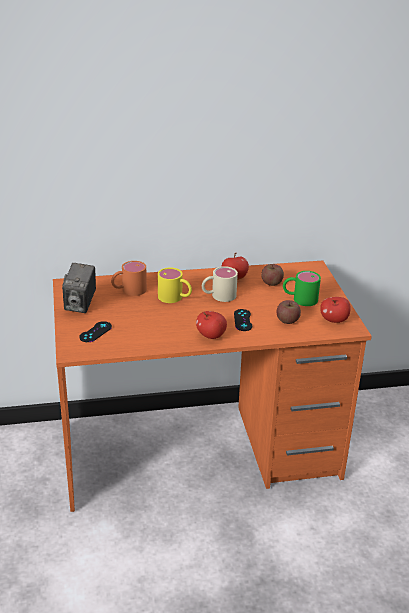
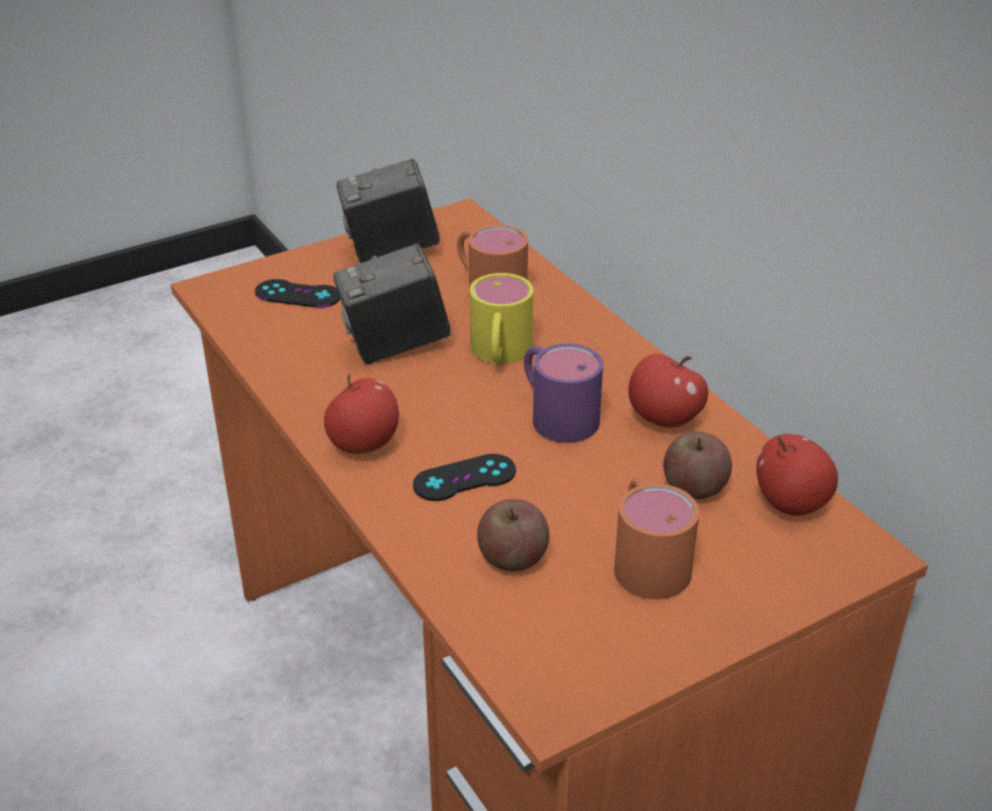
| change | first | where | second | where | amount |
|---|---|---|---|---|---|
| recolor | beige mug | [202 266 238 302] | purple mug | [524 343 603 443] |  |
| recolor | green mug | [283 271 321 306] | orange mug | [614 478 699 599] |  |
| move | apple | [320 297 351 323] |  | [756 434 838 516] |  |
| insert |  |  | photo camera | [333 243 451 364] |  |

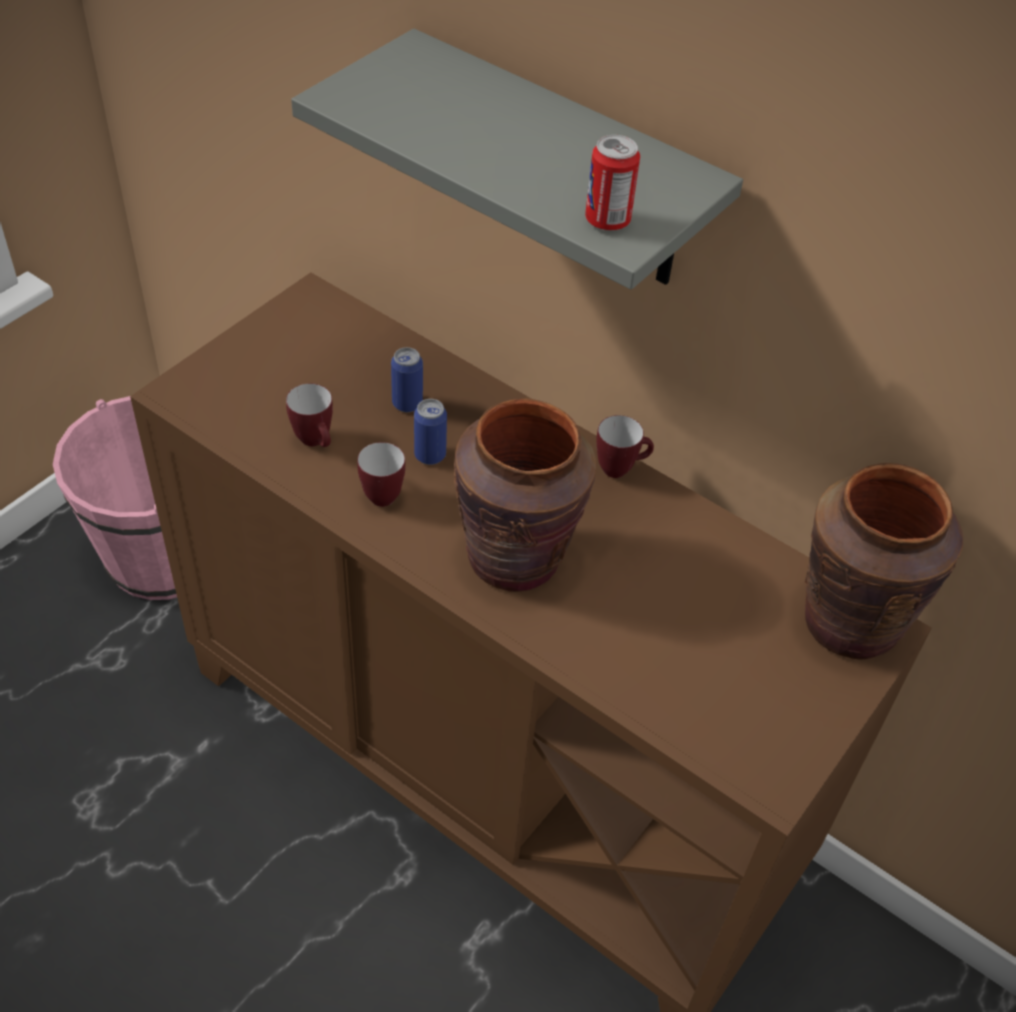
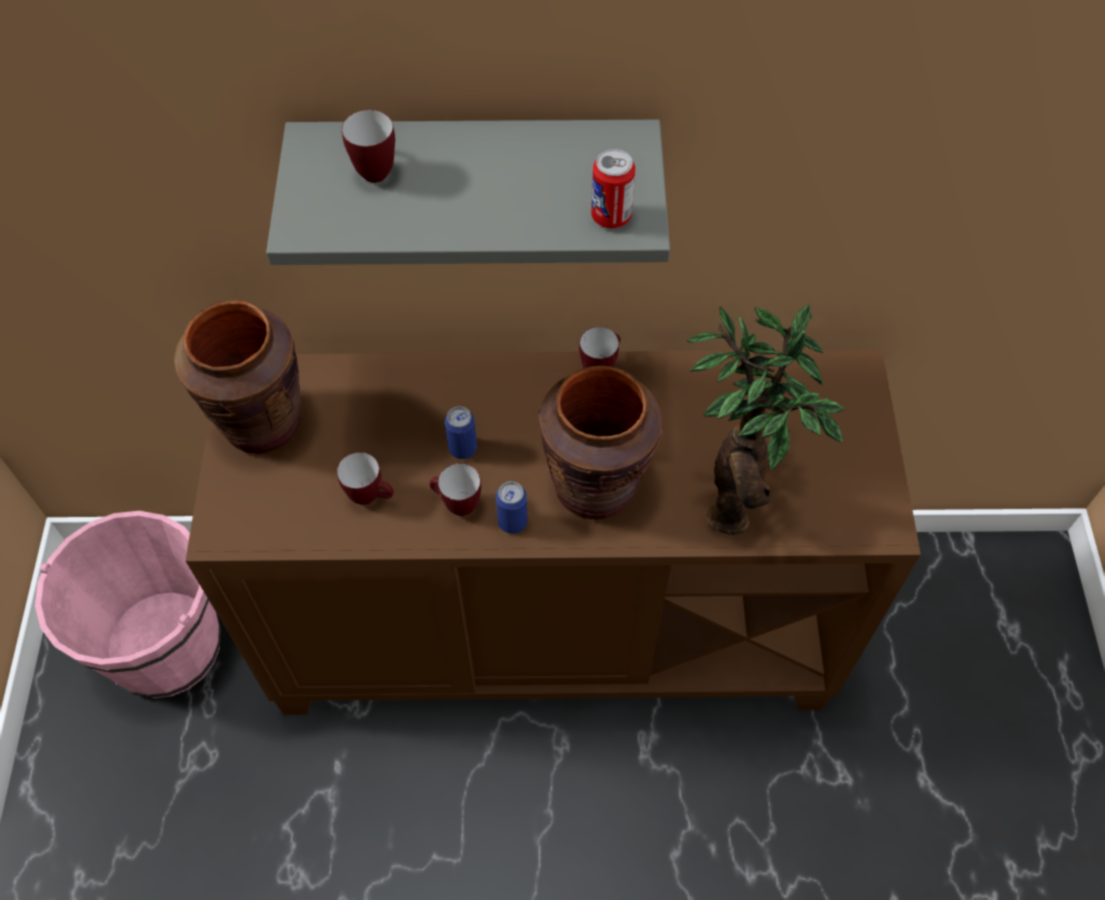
| change | first | where | second | where | amount |
|---|---|---|---|---|---|
| move | can | [391 347 423 412] |  | [496 481 528 534] |  |
| move | brown vase | [805 463 963 660] |  | [174 300 301 454] |  |
| insert |  |  | mug | [342 110 395 183] |  |
| insert |  |  | potted plant | [687 304 846 535] |  |

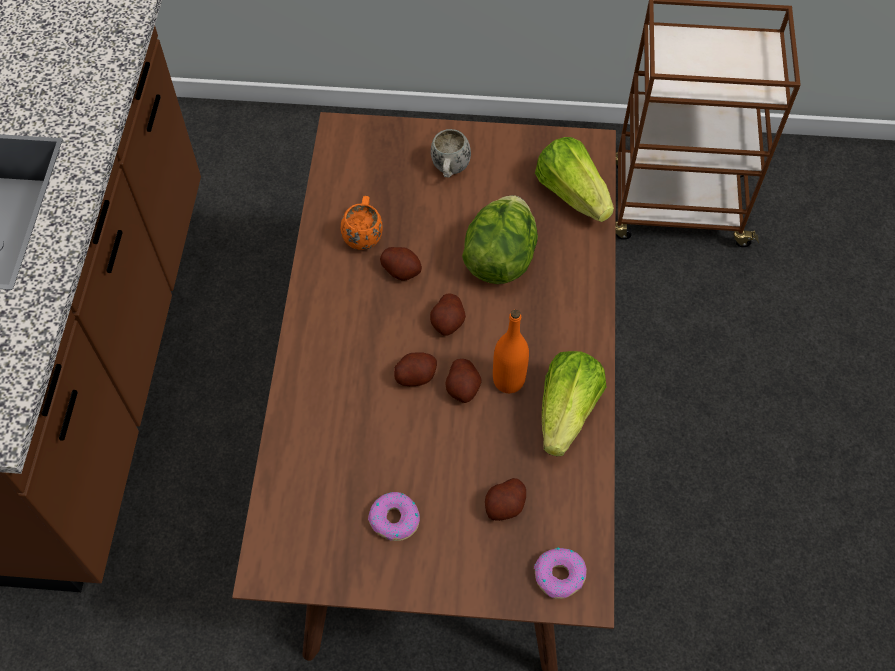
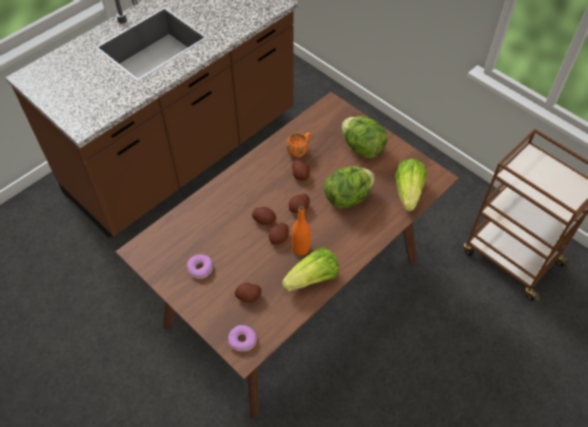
| change | first | where | second | where | amount |
|---|---|---|---|---|---|
| replace | white mug | [431 129 471 178] | lettuce | [342 116 388 159] |  |

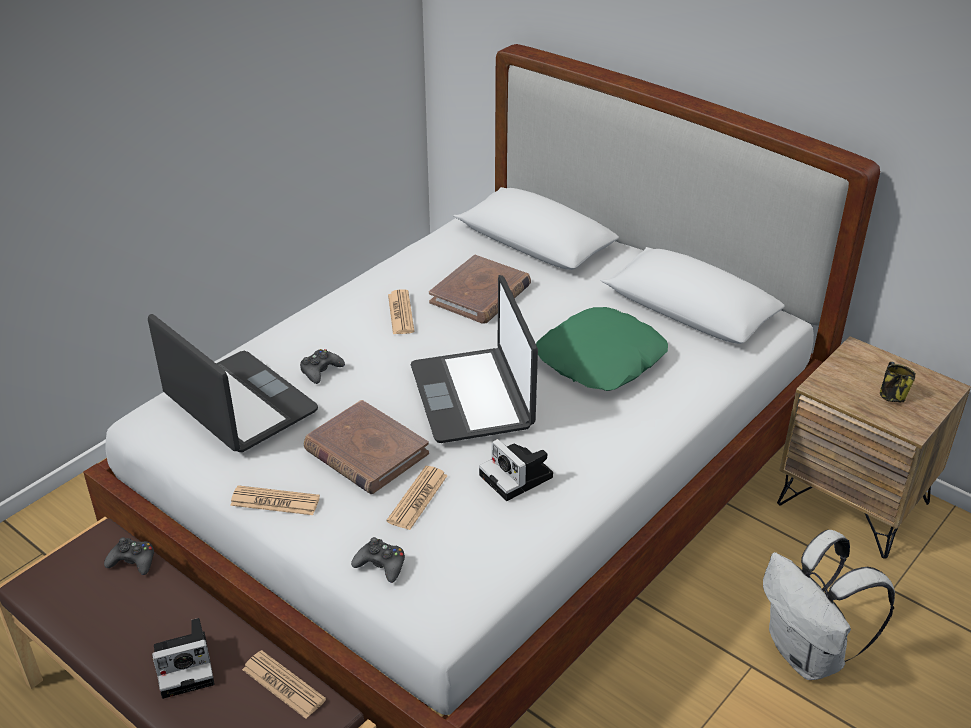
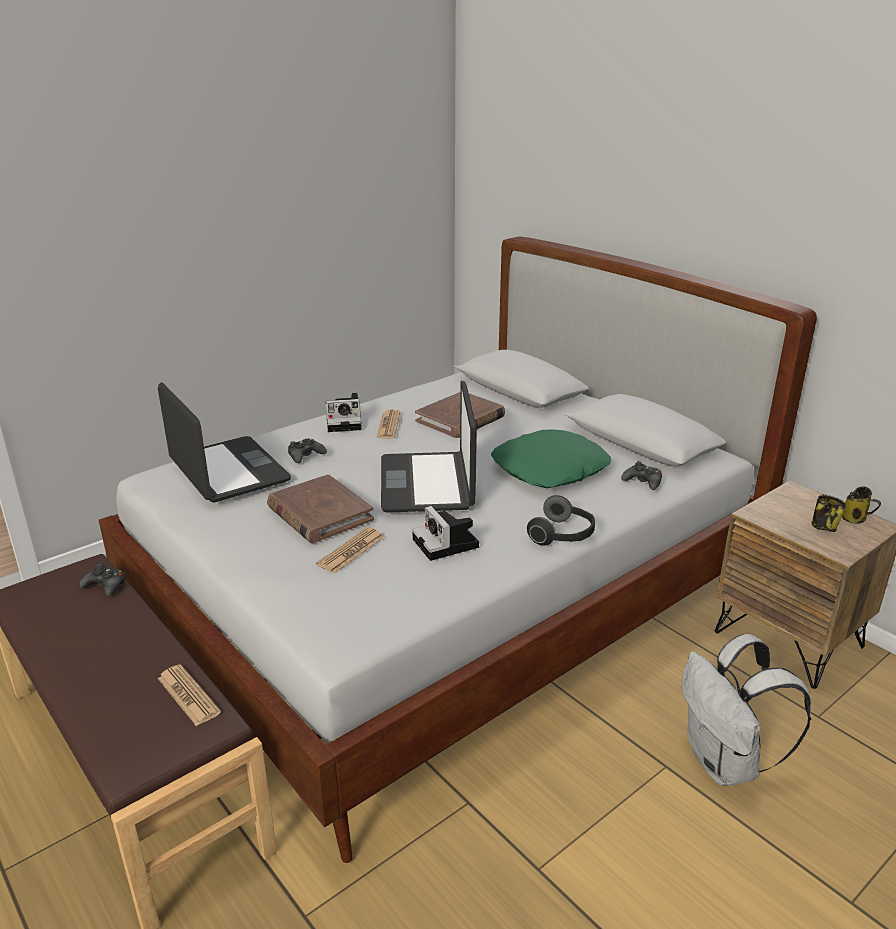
| change | first | where | second | where | amount |
|---|---|---|---|---|---|
| delete | newspaper | [230 485 320 515] |  |  |  |
| move | black game controller | [351 537 405 583] |  | [621 461 662 490] |  |
| move | photo camera | [152 618 215 699] |  | [326 393 362 432] |  |
| insert |  |  | mug | [842 487 881 524] |  |
| insert |  |  | headphones | [527 495 595 546] |  |

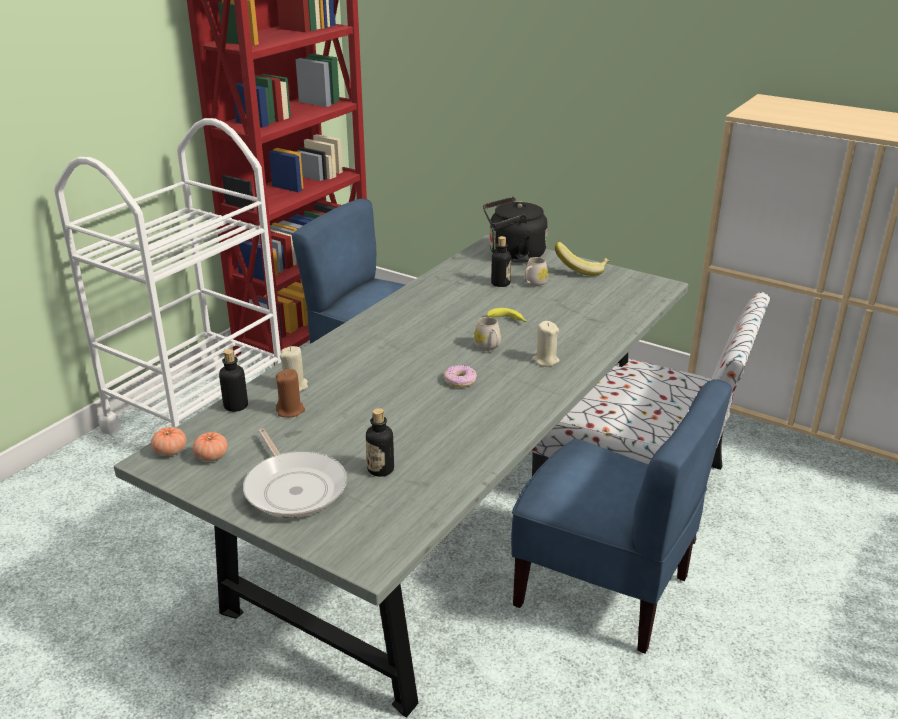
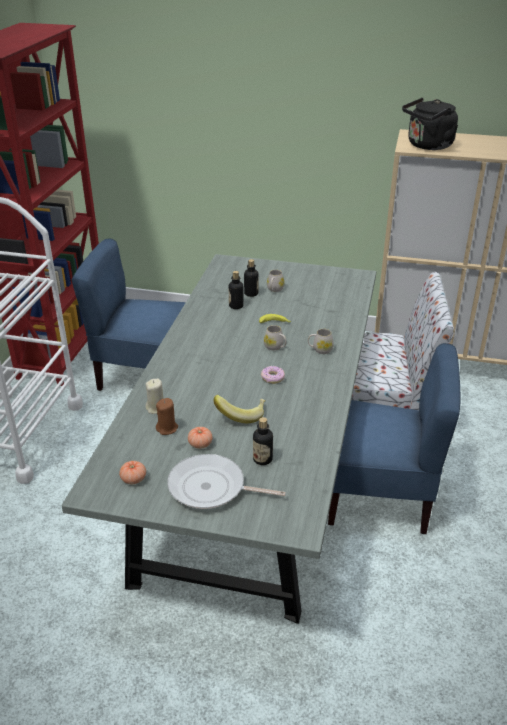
| change | first | where | second | where | amount |
|---|---|---|---|---|---|
| move | black kettle | [483 197 548 263] |  | [402 98 458 150] |  |
| move | banana | [555 242 609 276] |  | [214 395 266 423] |  |
| replace | beige candle | [532 321 560 367] | white mug | [308 329 334 354] |  |
| move | bottle | [219 349 248 412] |  | [229 271 244 309] |  |
| move | tomato | [151 427 187 456] |  | [188 427 213 449] |  |
| rotate | frying pan | [243 428 347 518] |  | [167 454 286 509] | 150 degrees clockwise |

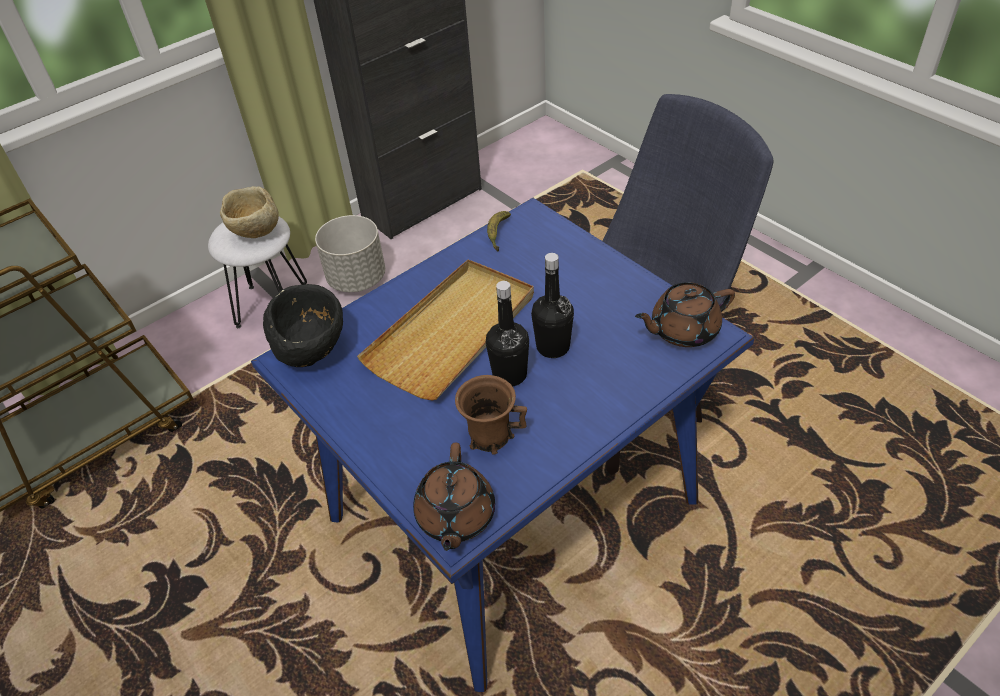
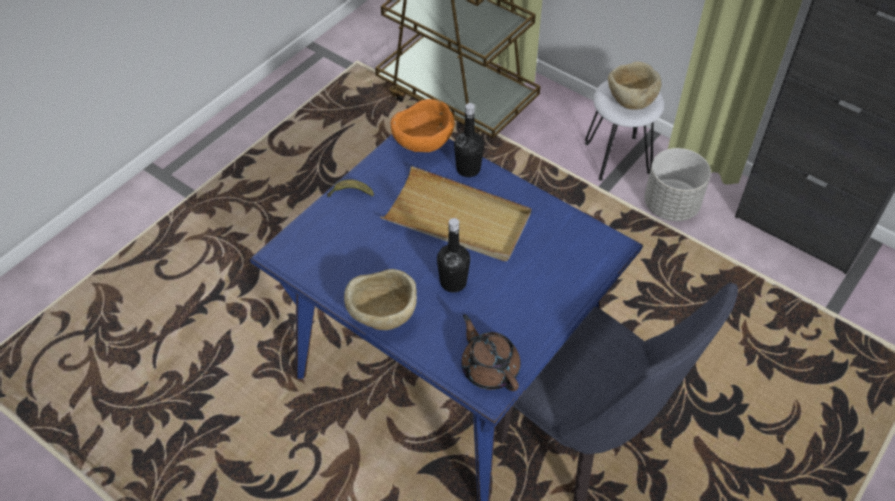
| change | first | where | second | where | amount |
|---|---|---|---|---|---|
| move | banana | [487 211 511 252] |  | [327 179 374 197] |  |
| move | black bottle | [486 281 529 386] |  | [454 103 484 177] |  |
| recolor | black bowl | [263 284 343 367] | orange bowl | [390 99 455 152] |  |
| delete | brown mug | [455 375 527 455] |  |  |  |
| delete | brown teapot | [413 443 495 551] |  |  |  |
| insert |  |  | beige bowl | [344 269 417 330] |  |

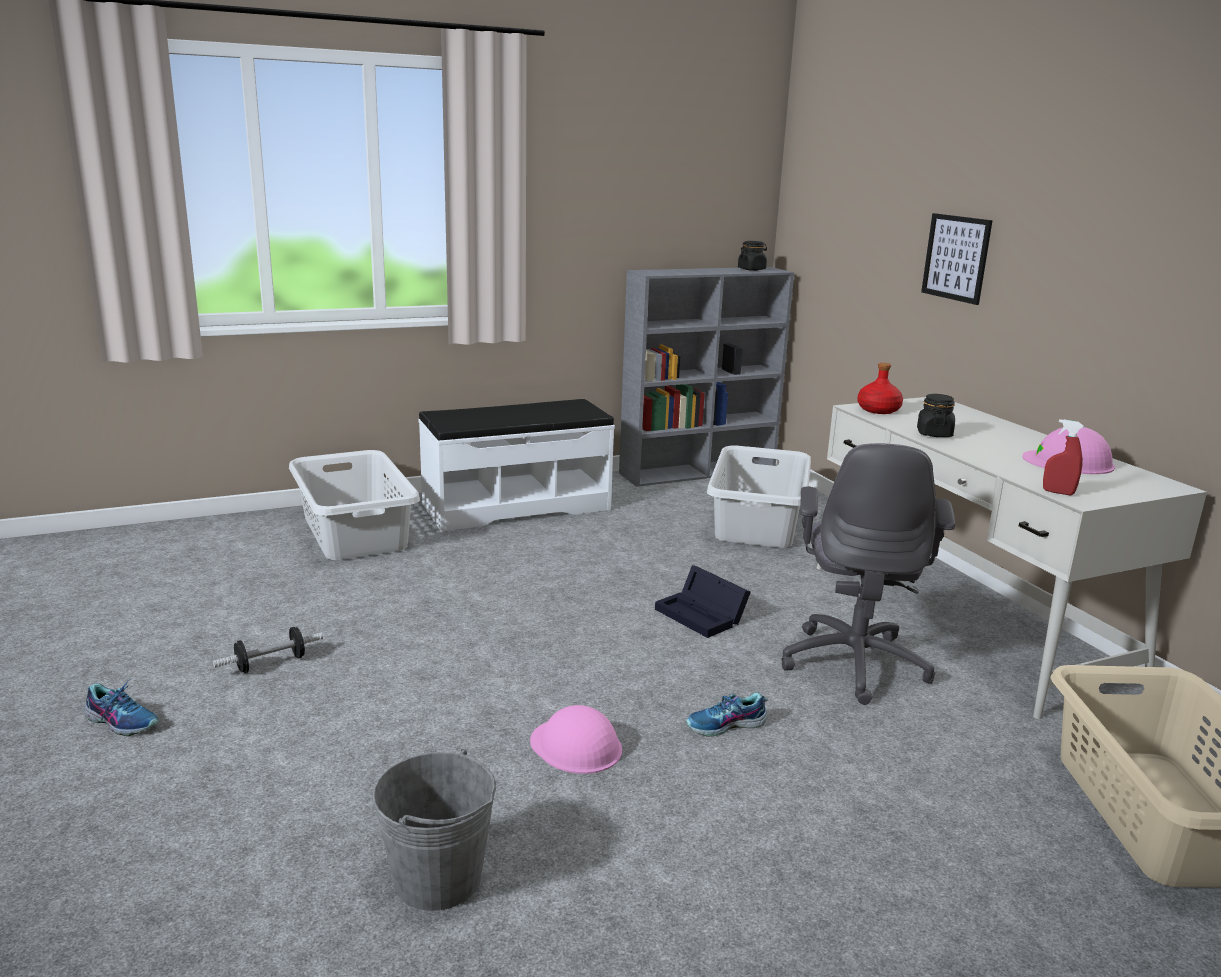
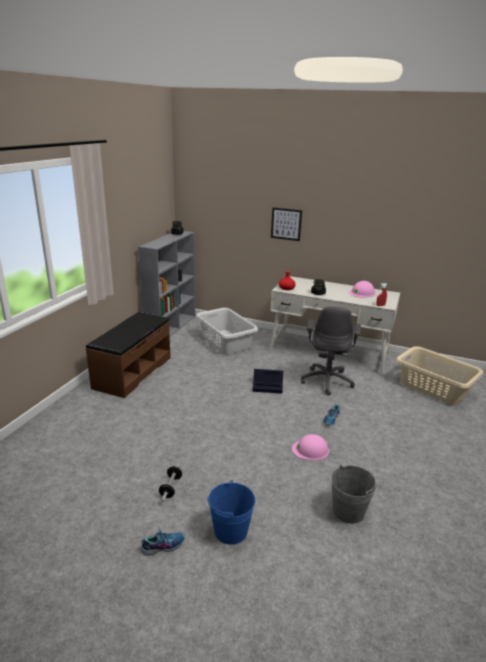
| change | first | where | second | where | amount |
|---|---|---|---|---|---|
| recolor | white bench | [418 399 615 532] | brown bench | [86 312 171 398] |  |
| rotate | grey office chair | [781 443 955 705] |  | [301 306 361 396] | 45 degrees clockwise |
| delete | grey laundry basket | [289 450 420 560] |  |  |  |
| insert |  |  | blue bucket | [207 480 255 545] |  |

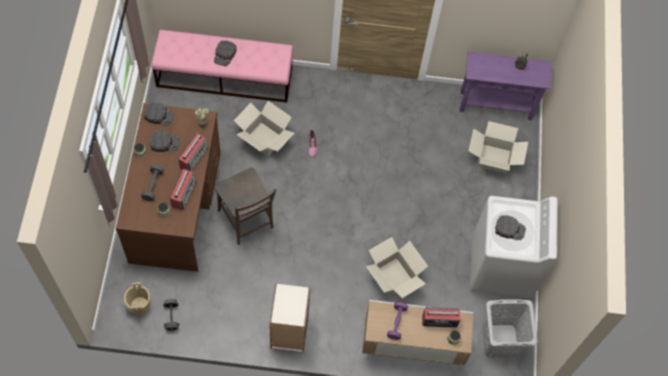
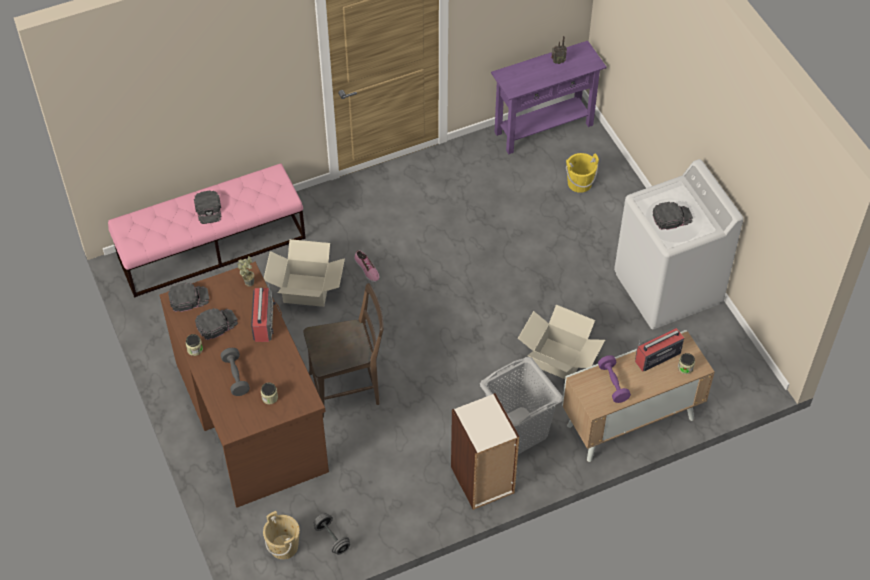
| change | first | where | second | where | amount |
|---|---|---|---|---|---|
| replace | cardboard box | [469 121 528 173] | yellow bucket | [566 153 599 193] |  |
| rotate | brown chair | [214 168 276 245] |  | [303 283 384 418] | 45 degrees counterclockwise |
| delete | radio | [170 169 197 210] |  |  |  |
| move | grey laundry basket | [482 299 538 357] |  | [480 357 563 454] |  |

